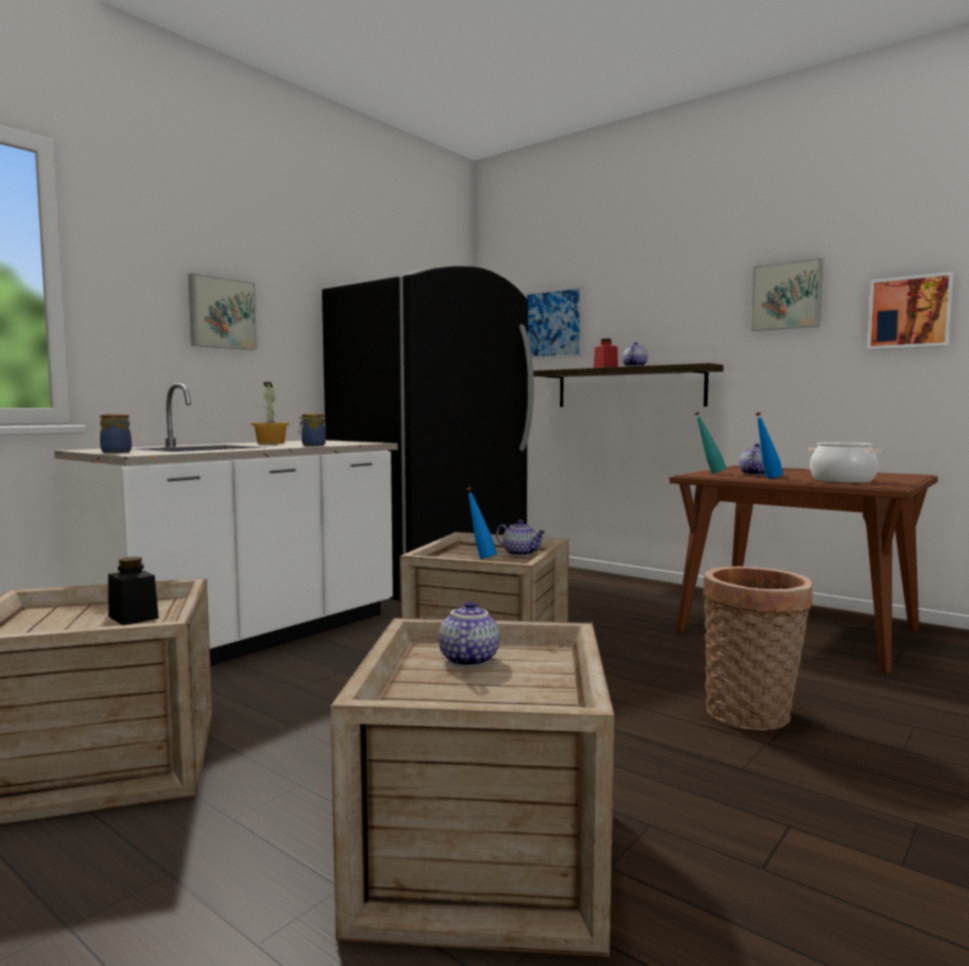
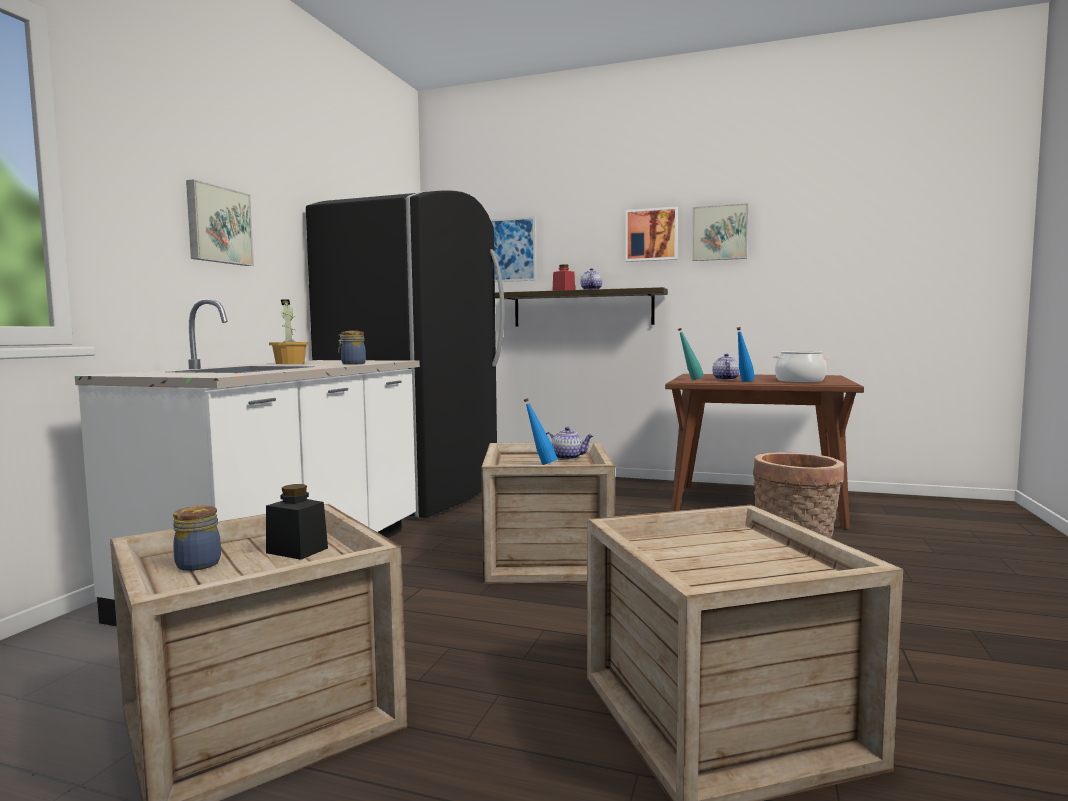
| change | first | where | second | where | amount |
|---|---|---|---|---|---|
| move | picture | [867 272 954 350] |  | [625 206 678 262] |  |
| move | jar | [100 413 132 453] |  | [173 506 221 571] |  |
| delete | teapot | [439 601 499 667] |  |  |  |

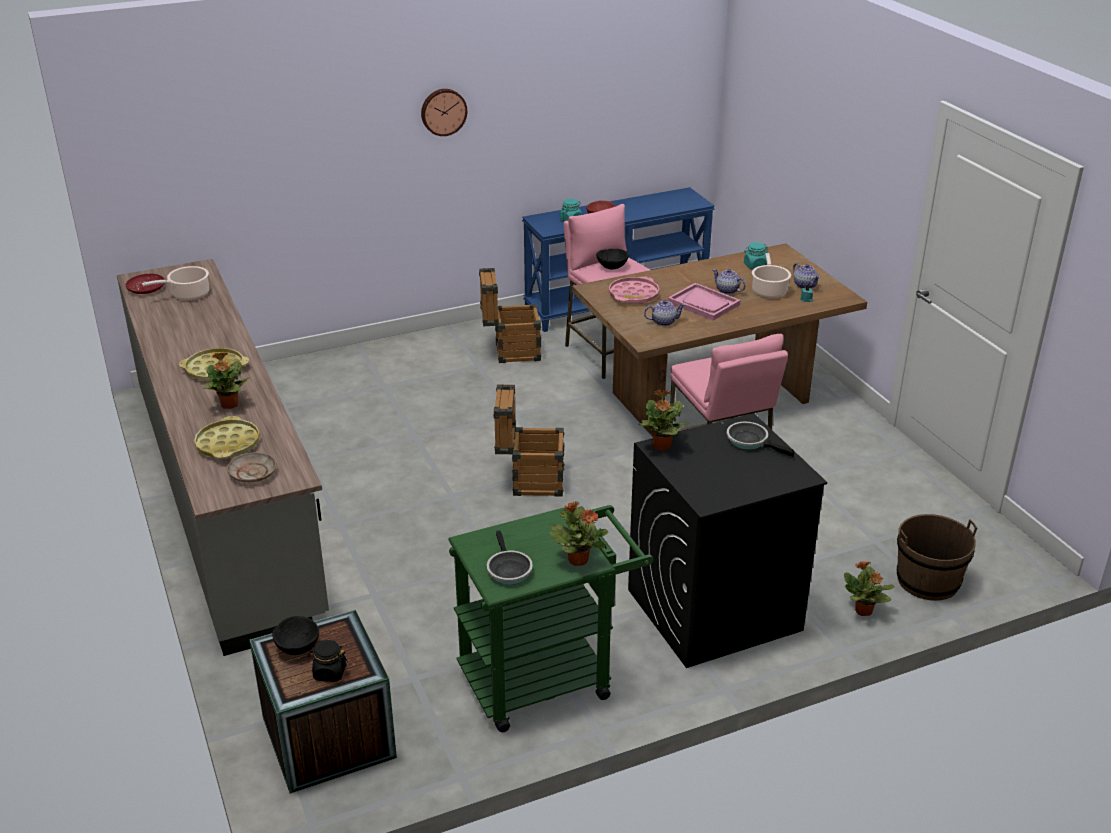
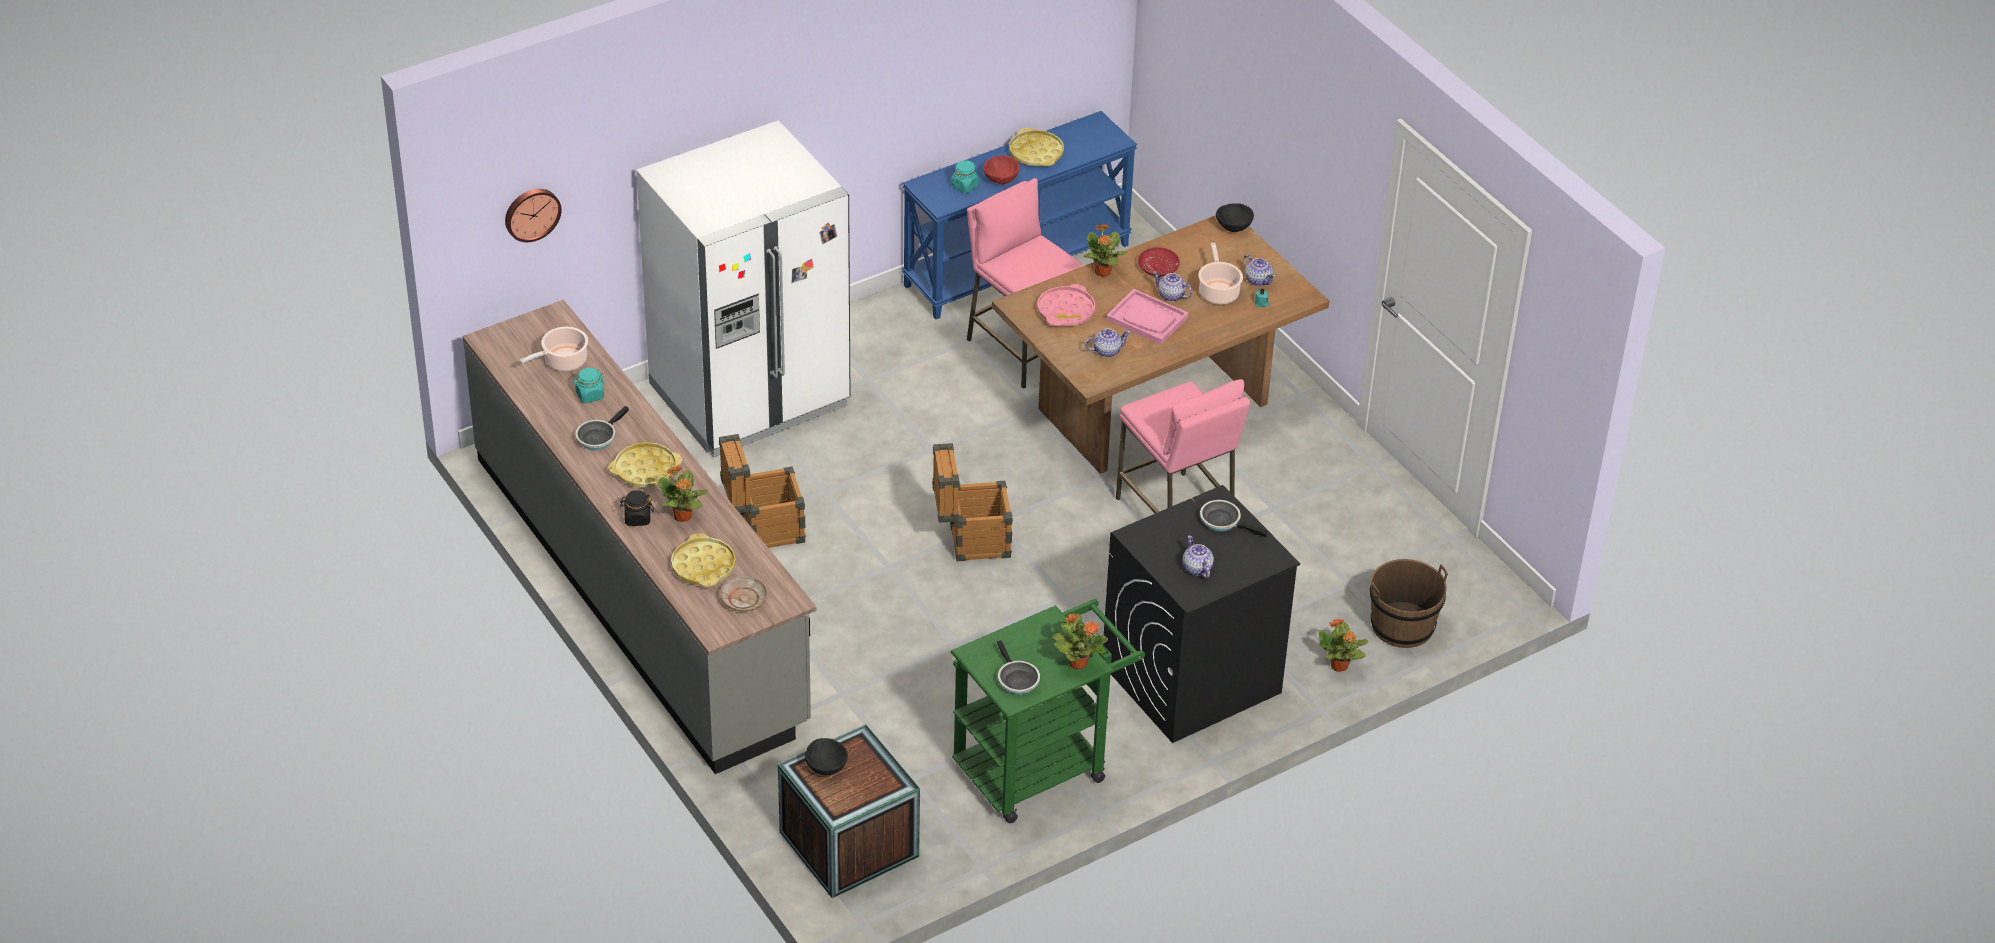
| change | first | where | second | where | amount |
|---|---|---|---|---|---|
| move | wall clock | [421 89 467 136] |  | [505 189 562 242] |  |
| move | turquoise jar | [744 242 768 269] |  | [573 368 605 403] |  |
| move | black bowl | [596 249 628 270] |  | [1216 203 1254 232] |  |
| move | crate | [479 268 542 363] |  | [719 434 806 548] |  |
| move | red plate | [126 274 165 294] |  | [1138 247 1180 277] |  |
| move | potted plant | [639 390 689 450] |  | [1083 224 1127 277] |  |
| move | black jar | [308 640 348 682] |  | [620 490 654 526] |  |
| insert |  |  | white fridge | [636 120 850 457] |  |
| insert |  |  | yellow tray | [1009 128 1064 167] |  |
| insert |  |  | frying pan | [575 406 629 450] |  |
| insert |  |  | teapot | [1183 536 1214 578] |  |

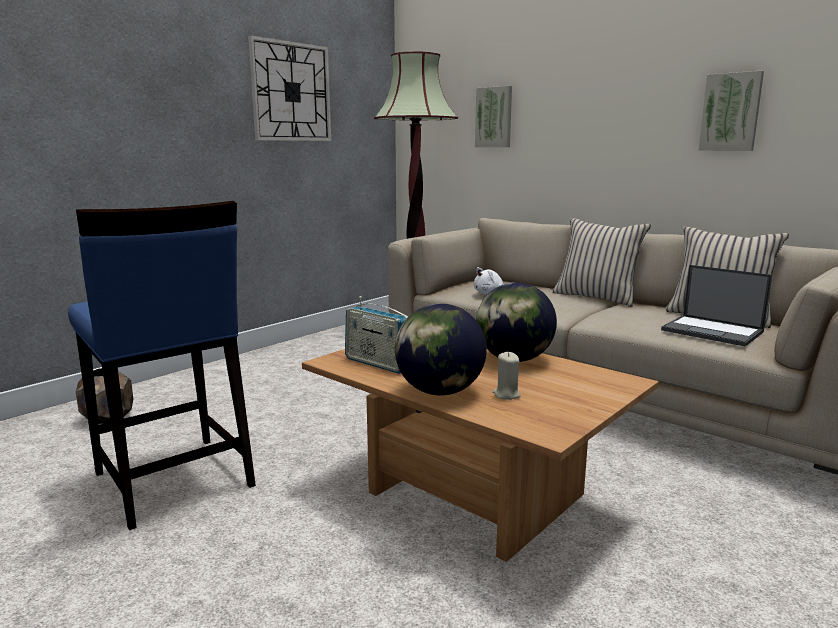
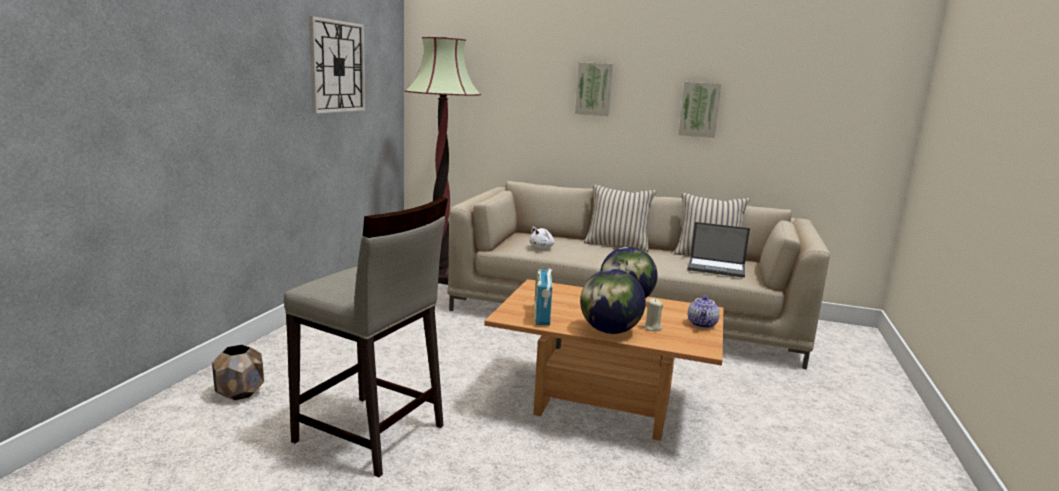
| change | first | where | second | where | amount |
|---|---|---|---|---|---|
| move | picture | [475 86 512 147] |  | [575 62 613 116] |  |
| recolor | blue stool | [68 201 256 530] | beige stool | [284 197 448 477] |  |
| rotate | radio | [345 296 408 374] |  | [534 262 553 325] | 75 degrees clockwise |
| insert |  |  | teapot | [688 295 720 329] |  |

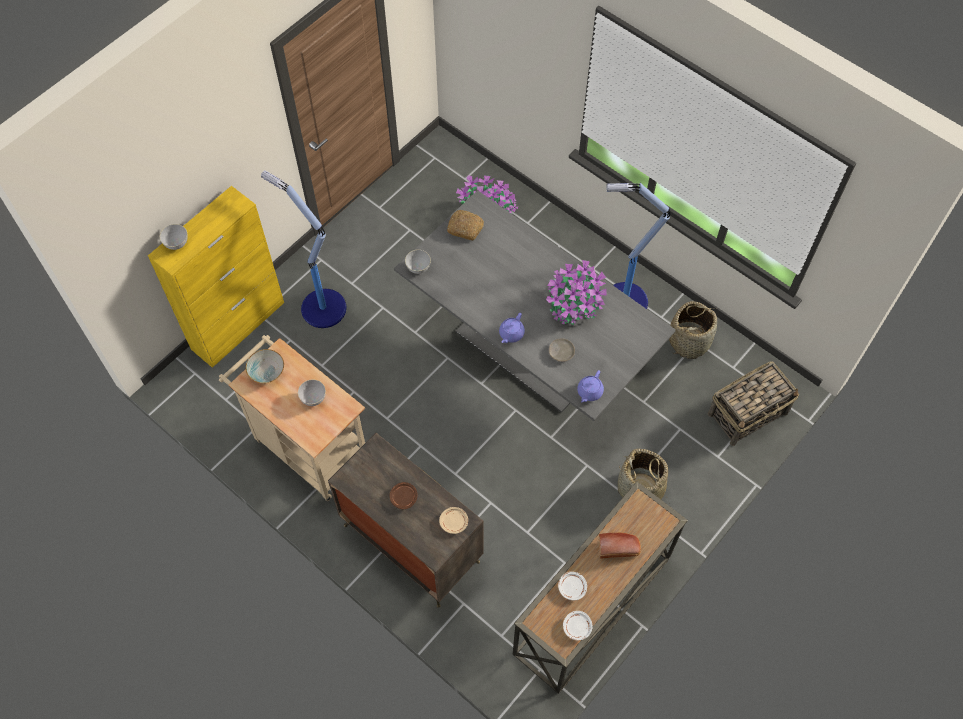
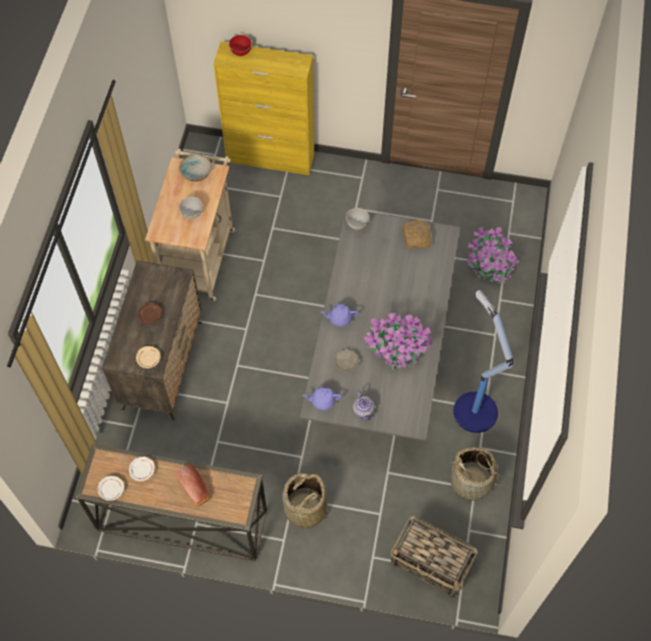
| change | first | where | second | where | amount |
|---|---|---|---|---|---|
| delete | floor lamp | [261 170 347 328] |  |  |  |
| recolor | grey bowl | [160 224 188 250] | red bowl | [229 35 252 56] |  |
| insert |  |  | teapot | [353 390 375 420] |  |

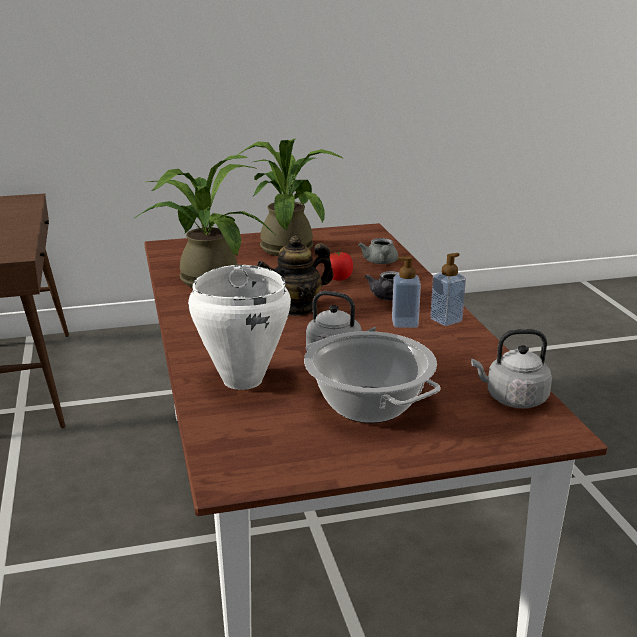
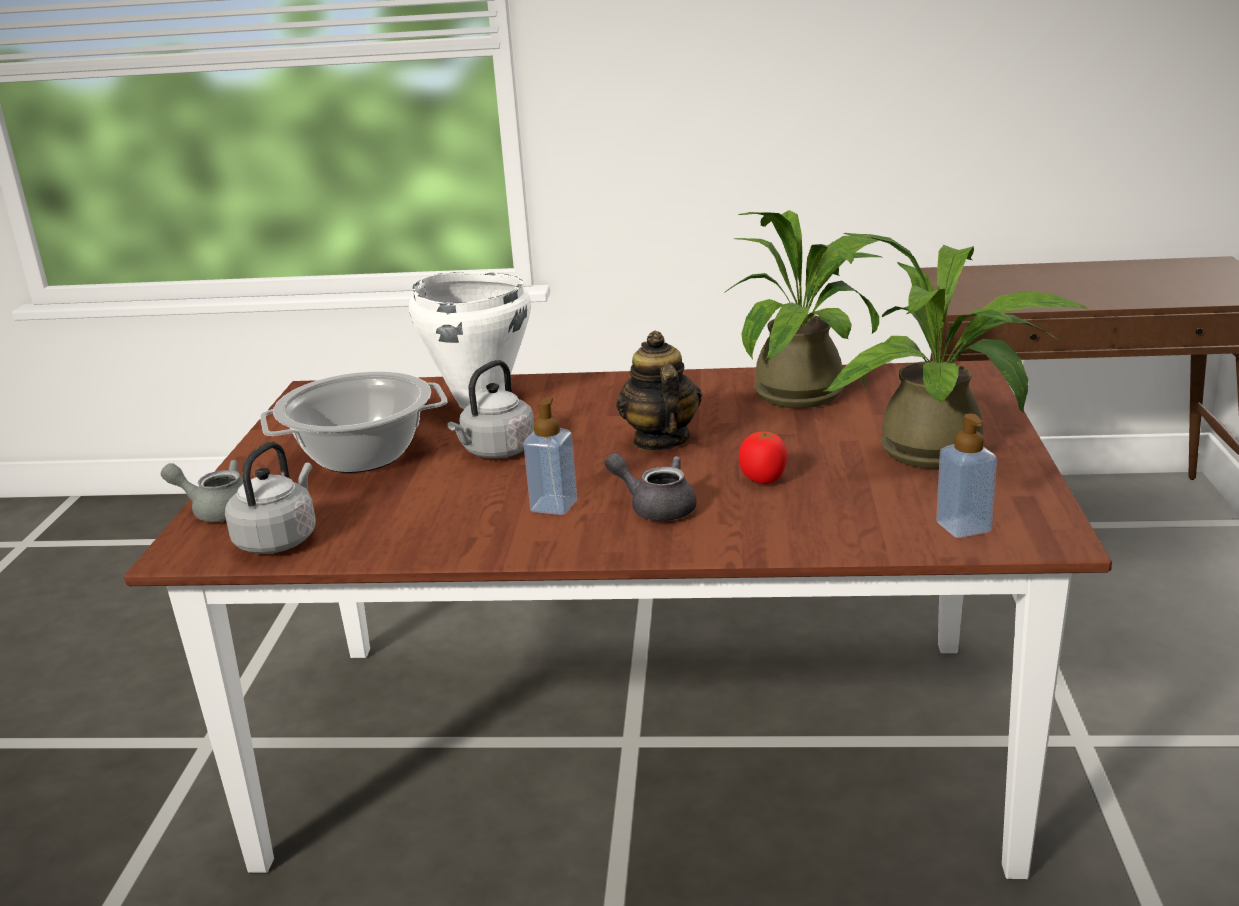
| change | first | where | second | where | amount |
|---|---|---|---|---|---|
| move | grey teapot | [358 238 398 264] |  | [161 460 243 522] |  |
| move | soap dispenser | [430 253 466 326] |  | [936 414 997 538] |  |

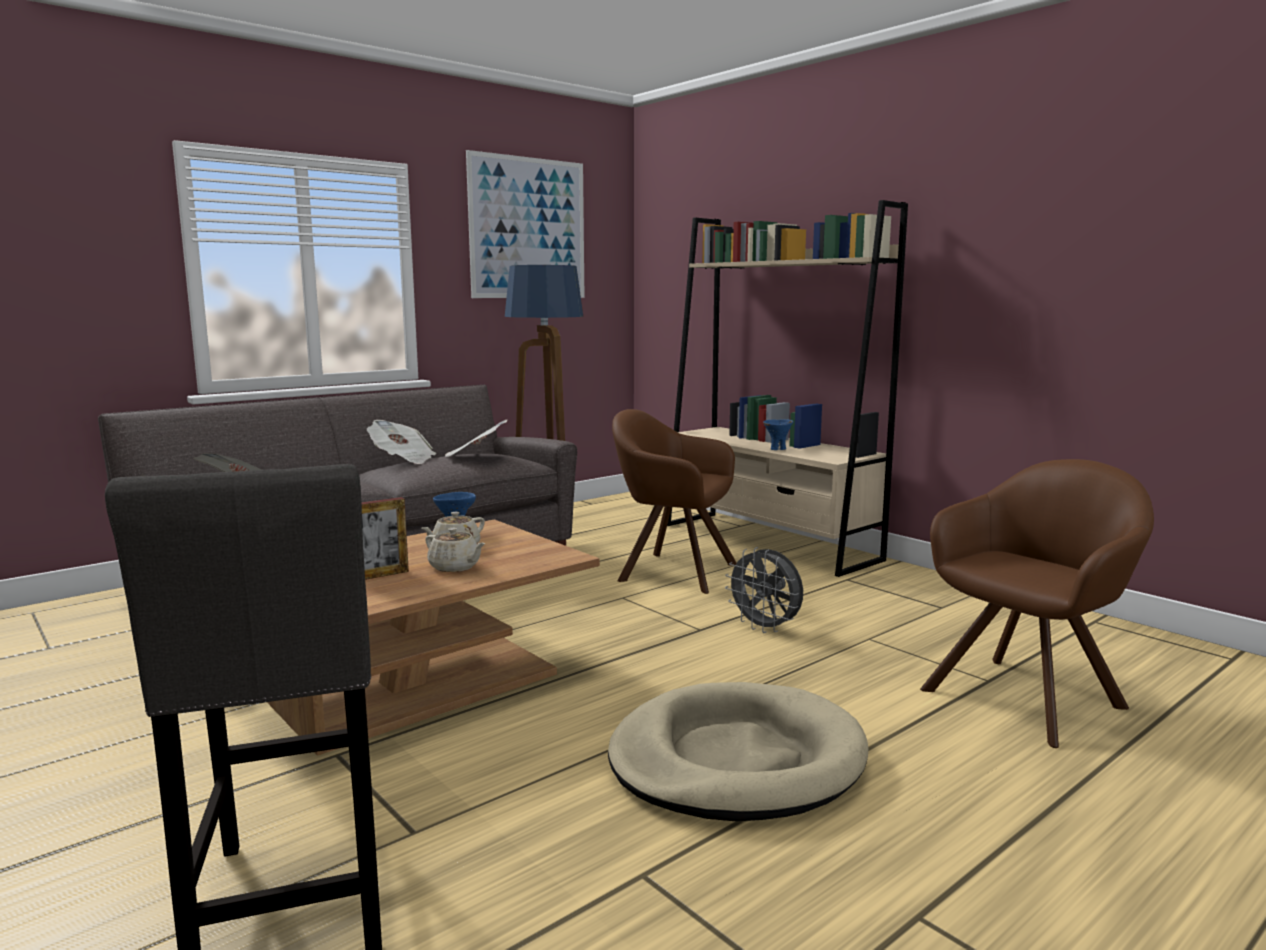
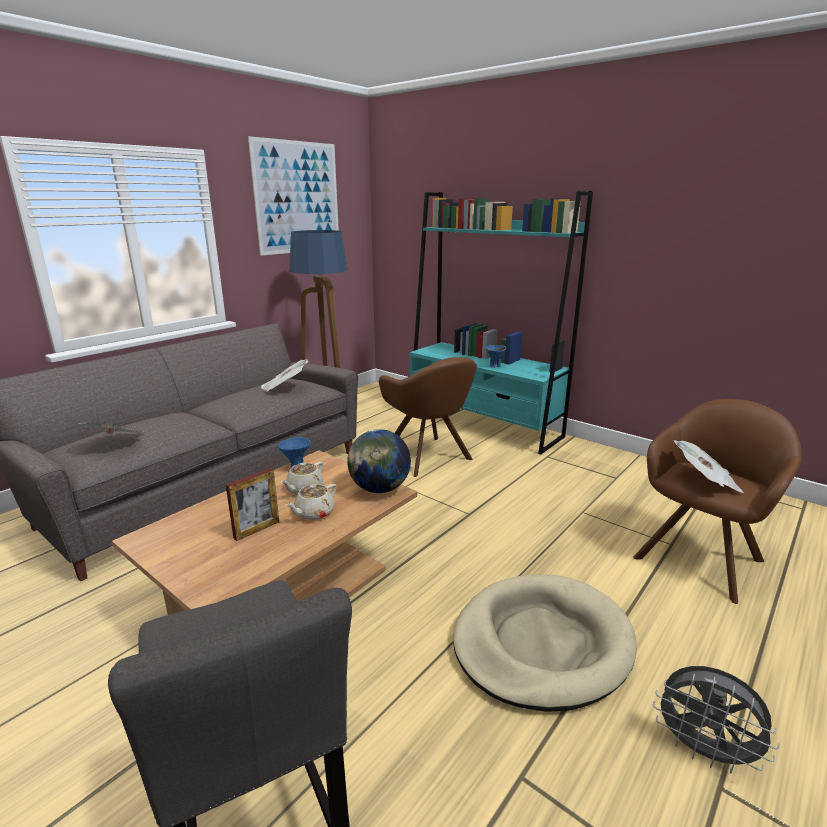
| change | first | where | second | where | amount |
|---|---|---|---|---|---|
| recolor | beige bookcase | [667 200 908 577] | turquoise bookcase | [409 191 593 455] |  |
| rotate | brown armchair | [612 409 737 594] |  | [379 357 477 477] | 135 degrees counterclockwise |
| move | newspaper | [367 420 436 464] |  | [674 440 744 493] |  |
| rotate | beige teapot | [425 528 485 572] |  | [285 484 337 520] | 105 degrees clockwise |
| move | grey fan | [725 547 803 633] |  | [653 666 780 773] |  |
| insert |  |  | globe | [347 429 411 493] |  |

